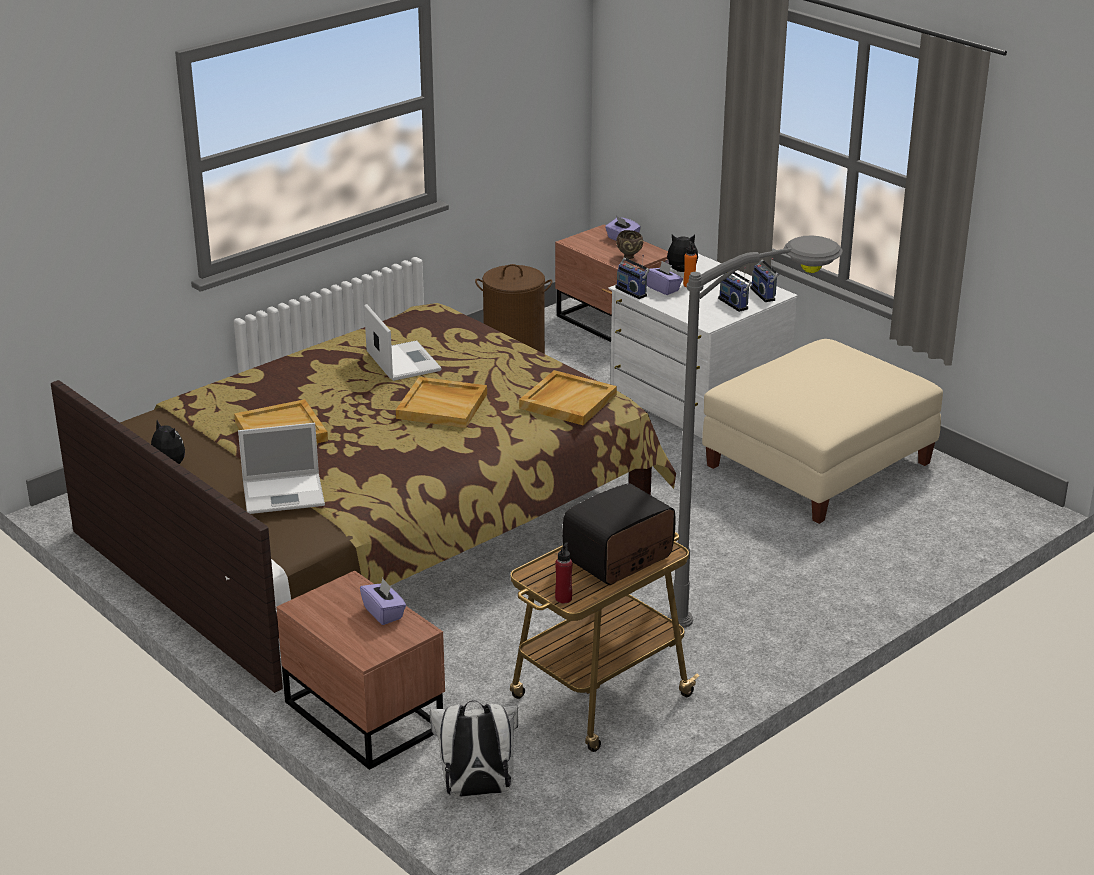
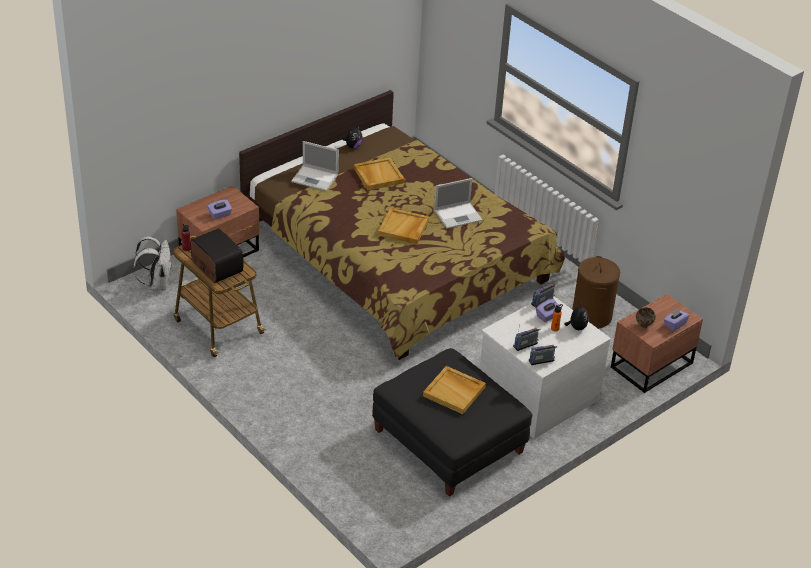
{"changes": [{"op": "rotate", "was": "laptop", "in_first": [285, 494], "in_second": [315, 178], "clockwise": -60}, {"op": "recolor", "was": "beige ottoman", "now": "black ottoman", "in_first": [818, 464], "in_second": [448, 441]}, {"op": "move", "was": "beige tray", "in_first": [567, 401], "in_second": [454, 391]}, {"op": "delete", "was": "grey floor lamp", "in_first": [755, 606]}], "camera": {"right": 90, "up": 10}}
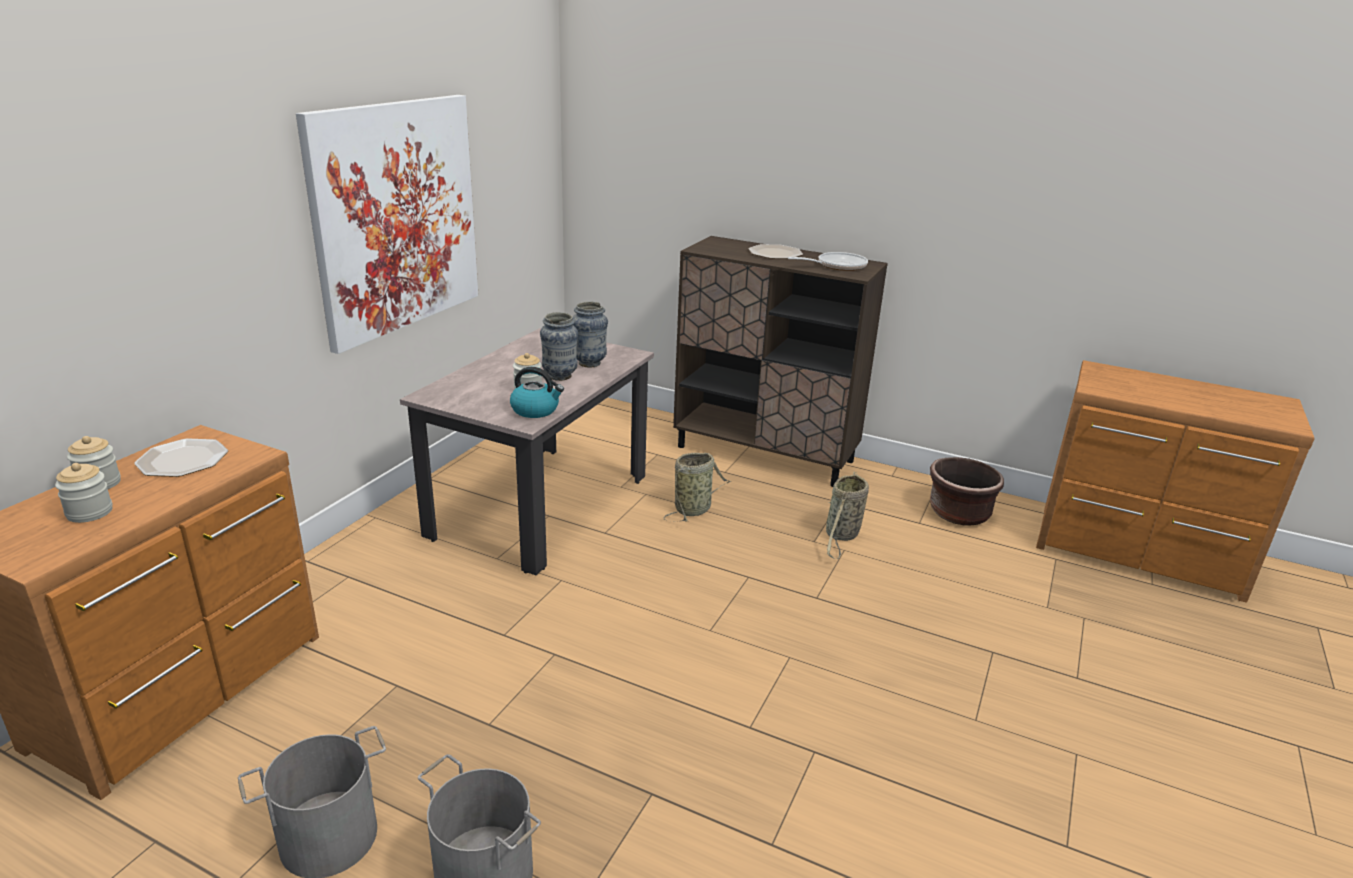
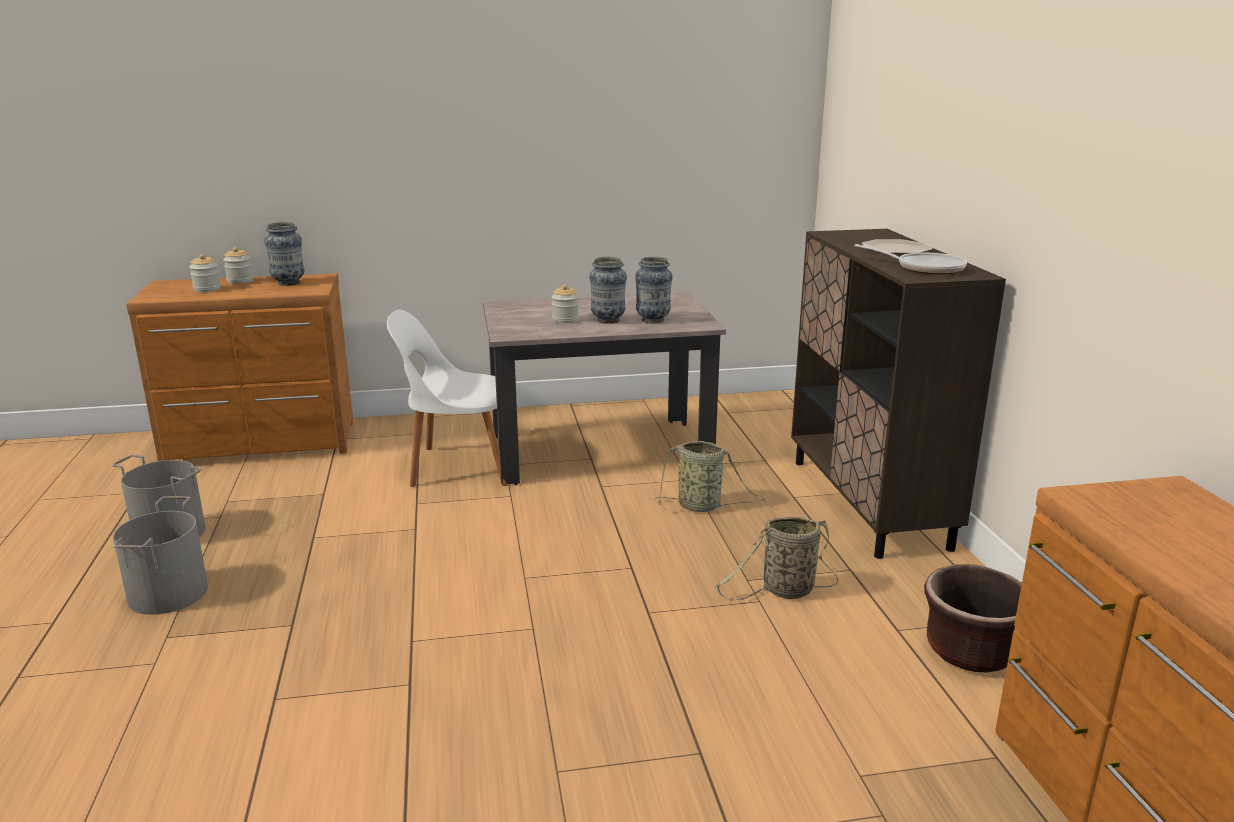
{"changes": [{"op": "replace", "was": "plate", "now": "vase", "in_first": [183, 459], "in_second": [288, 283]}, {"op": "insert", "now": "white chair", "in_second": [459, 466]}, {"op": "delete", "was": "picture", "in_first": [396, 217]}, {"op": "delete", "was": "kettle", "in_first": [536, 410]}], "camera": {"right": 55, "up": -5}}
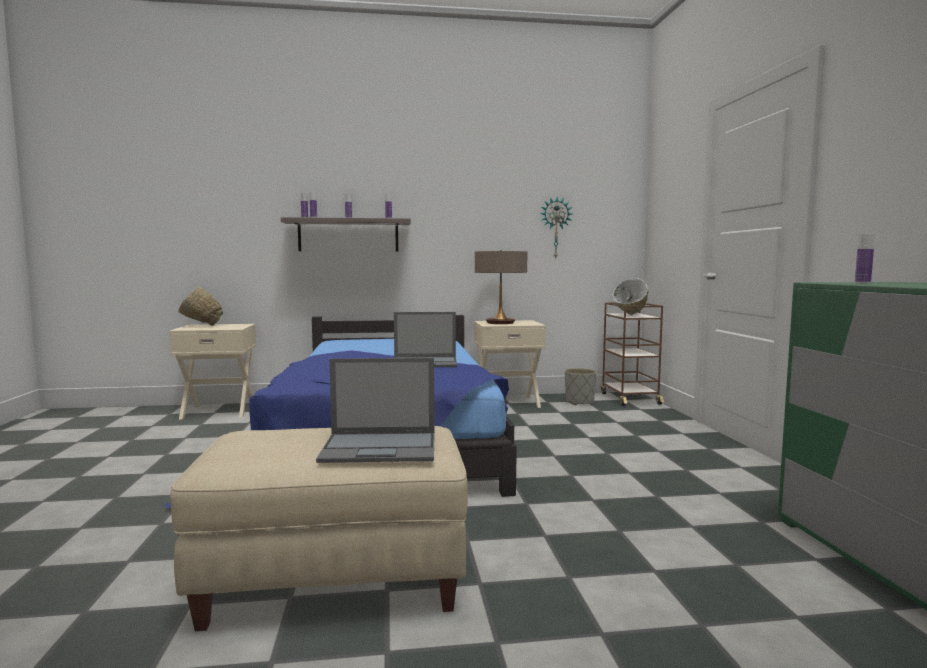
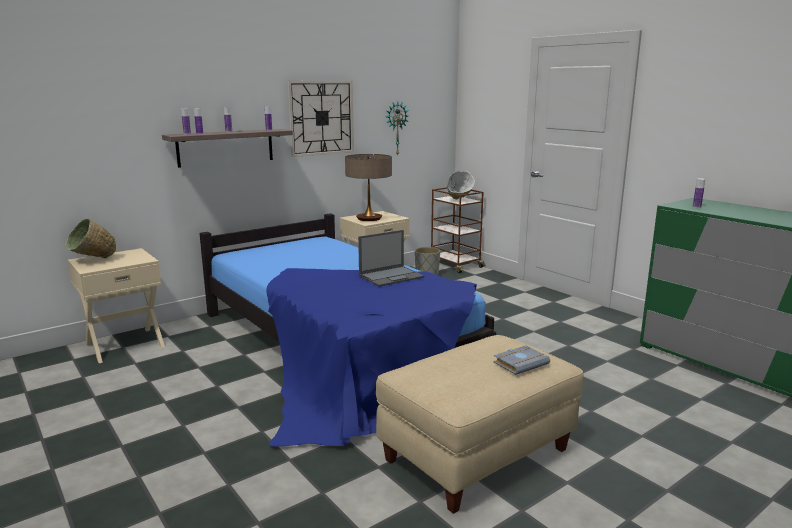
{"changes": [{"op": "insert", "now": "wall clock", "in_second": [321, 118]}, {"op": "replace", "was": "laptop", "now": "grey book", "in_first": [381, 448], "in_second": [520, 363]}], "camera": {"right": -30, "up": 10}}
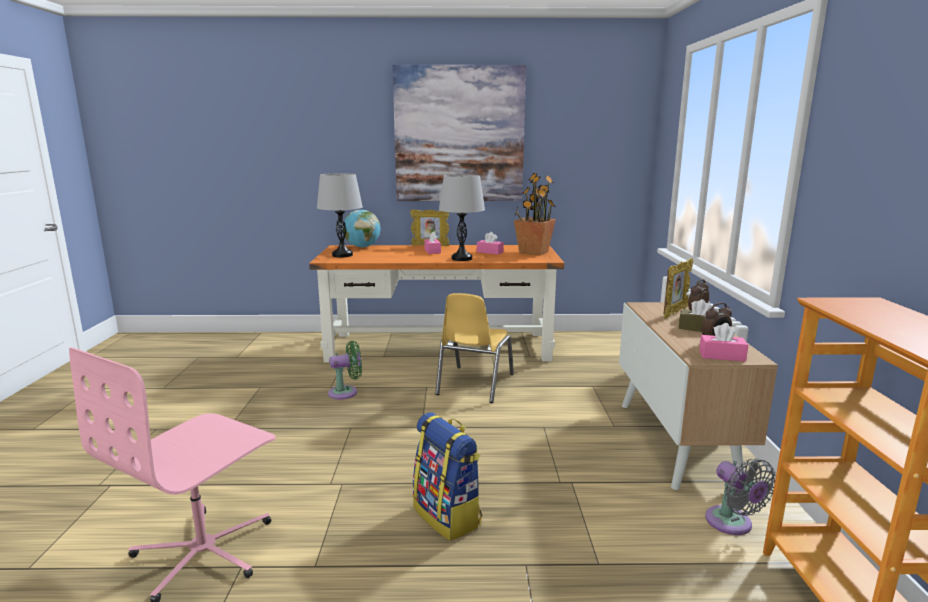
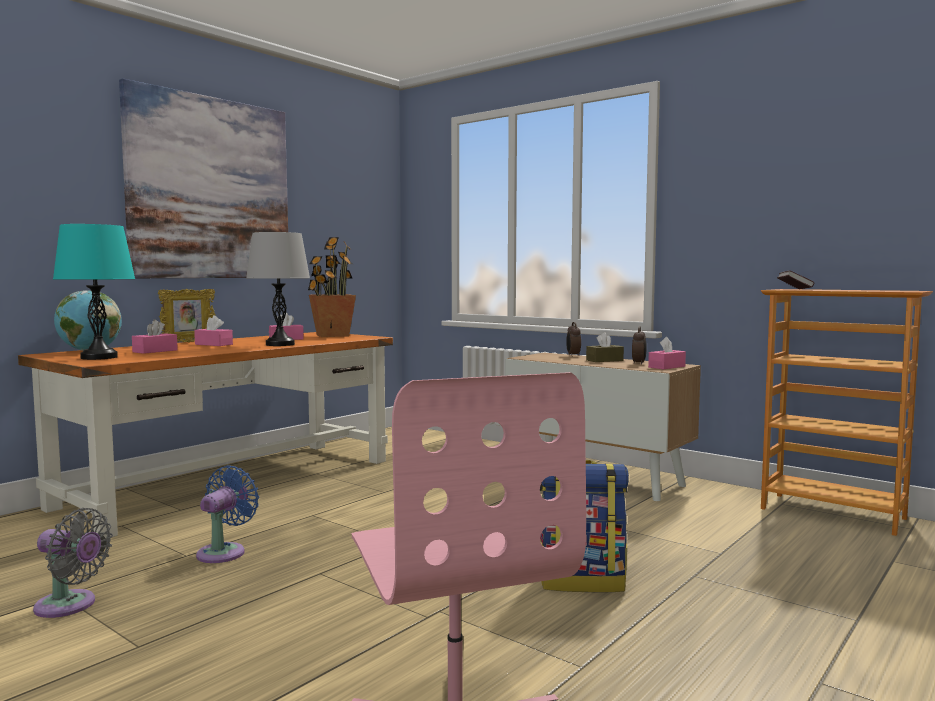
{"changes": [{"op": "move", "was": "grey fan", "in_first": [732, 524], "in_second": [70, 606]}, {"op": "recolor", "was": "grey table lamp", "now": "turquoise table lamp", "in_first": [342, 255], "in_second": [99, 357]}, {"op": "insert", "now": "pink tissue box", "in_second": [155, 351]}, {"op": "recolor", "was": "green fan", "now": "blue fan", "in_first": [346, 392], "in_second": [224, 552]}, {"op": "insert", "now": "book", "in_second": [794, 289]}, {"op": "delete", "was": "yellow chair", "in_first": [474, 384]}, {"op": "delete", "was": "picture frame", "in_first": [675, 313]}], "camera": {"right": -50, "up": -10}}
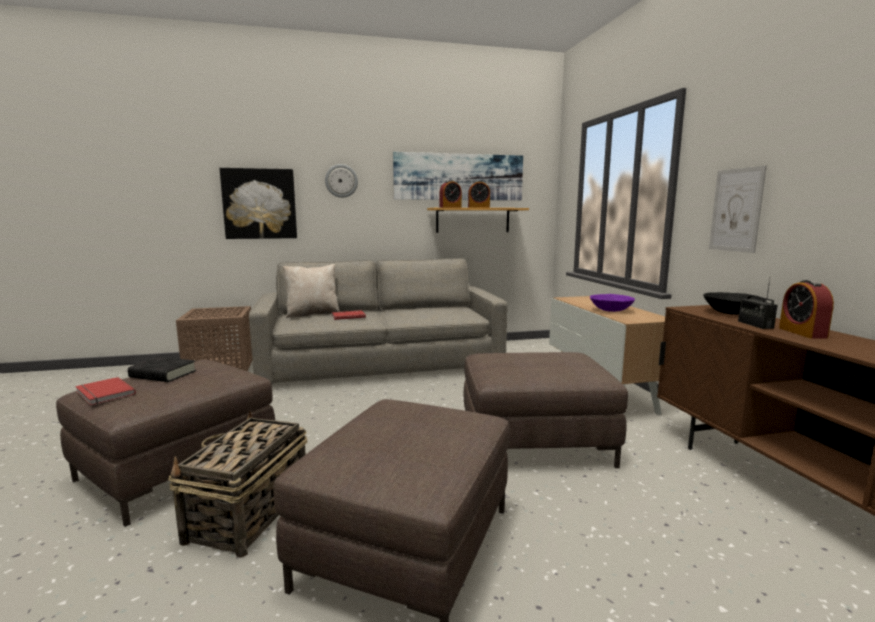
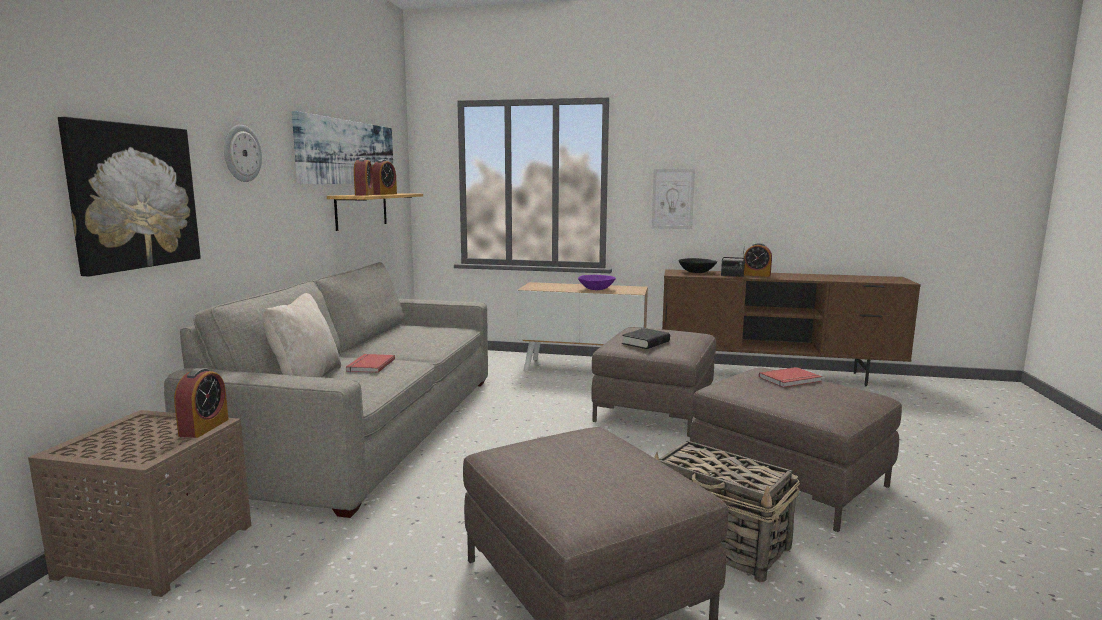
{"changes": [{"op": "insert", "now": "alarm clock", "in_second": [204, 427]}, {"op": "move", "was": "black book", "in_first": [163, 374], "in_second": [645, 343]}, {"op": "move", "was": "red book", "in_first": [103, 393], "in_second": [791, 380]}], "camera": {"right": -65, "up": 0}}
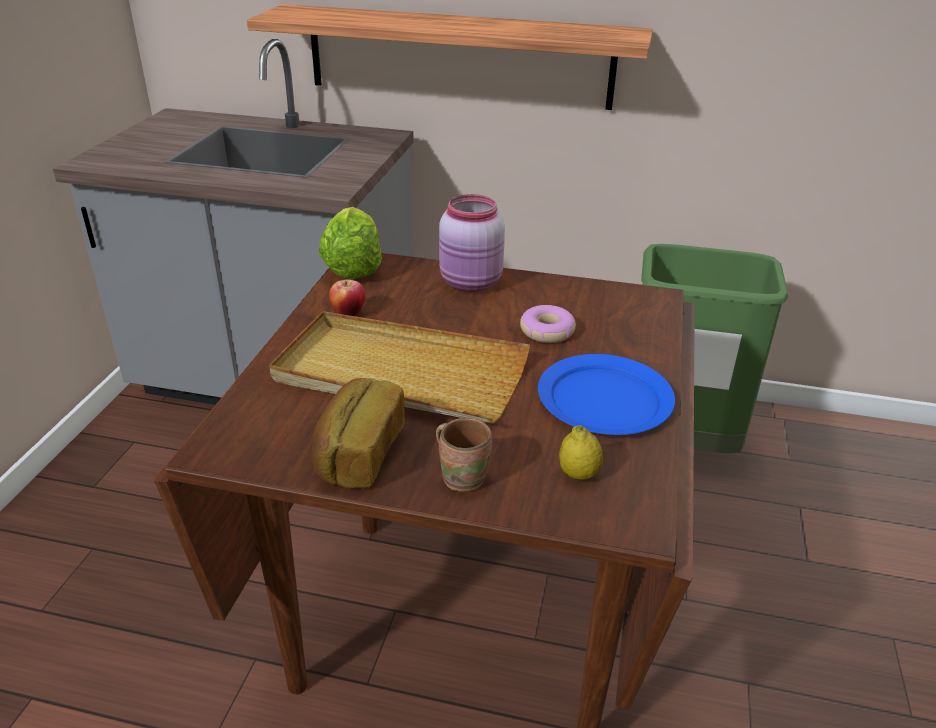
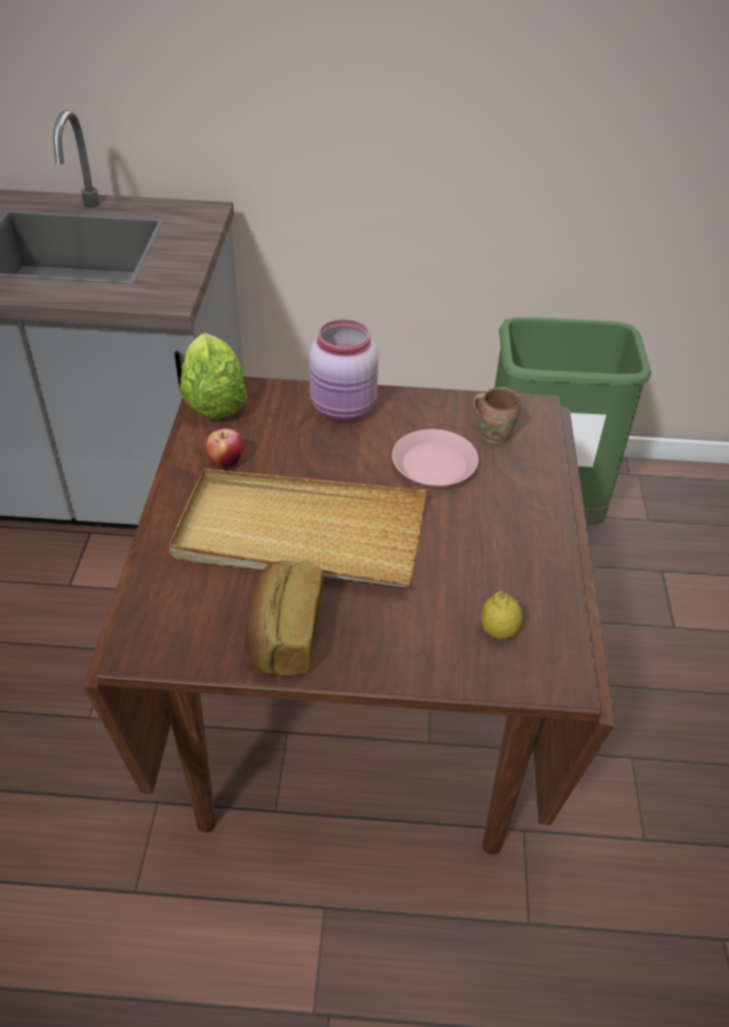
{"changes": [{"op": "replace", "was": "donut", "now": "pink plate", "in_first": [547, 331], "in_second": [434, 464]}, {"op": "move", "was": "brown mug", "in_first": [463, 476], "in_second": [494, 432]}, {"op": "delete", "was": "shelf", "in_first": [459, 57]}, {"op": "delete", "was": "blue plate", "in_first": [604, 400]}], "camera": {"right": -10, "up": 10}}
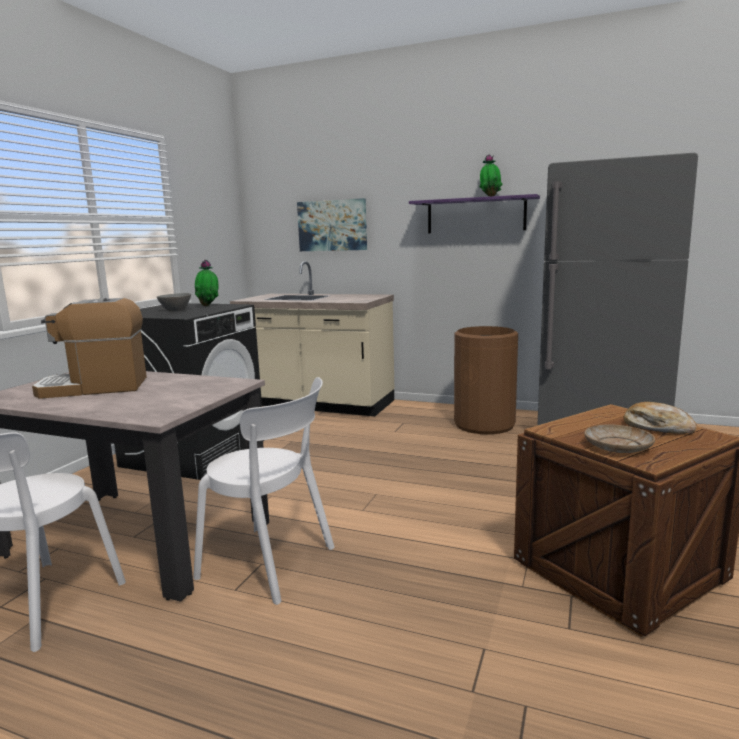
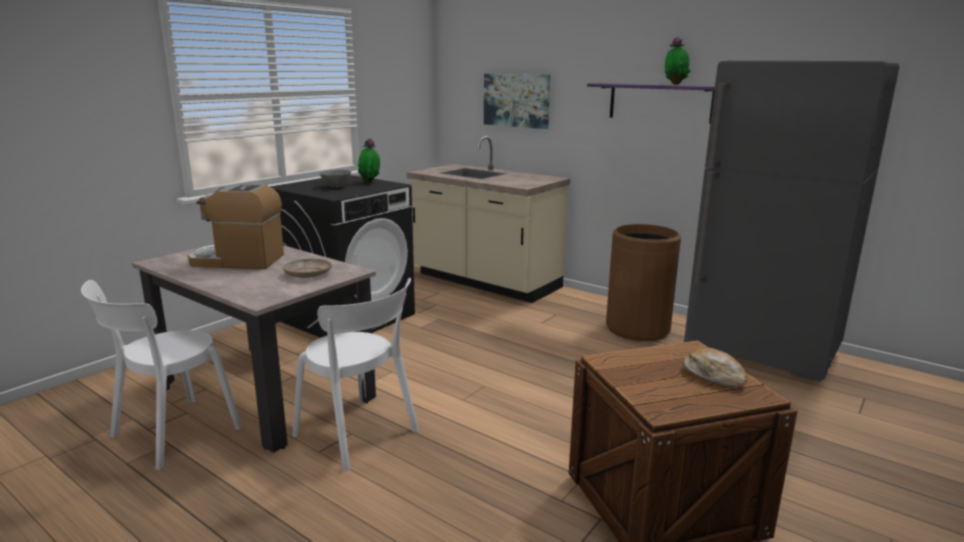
{"changes": [{"op": "move", "was": "beige plate", "in_first": [617, 446], "in_second": [307, 274]}], "camera": {"right": 15, "up": 5}}
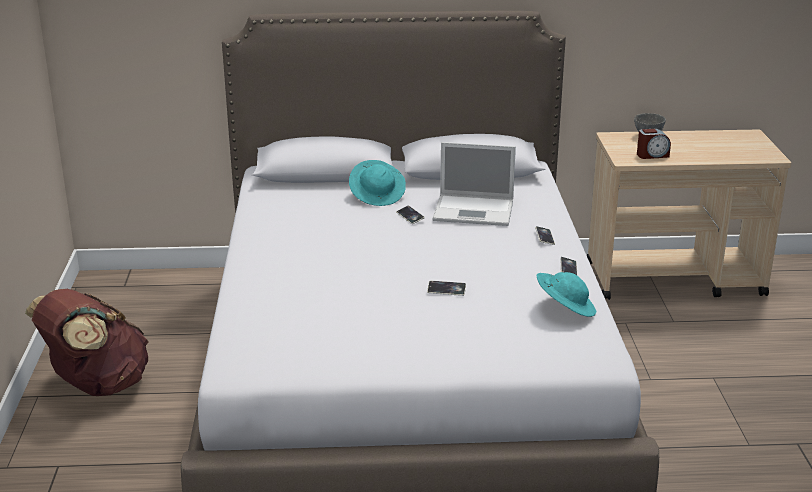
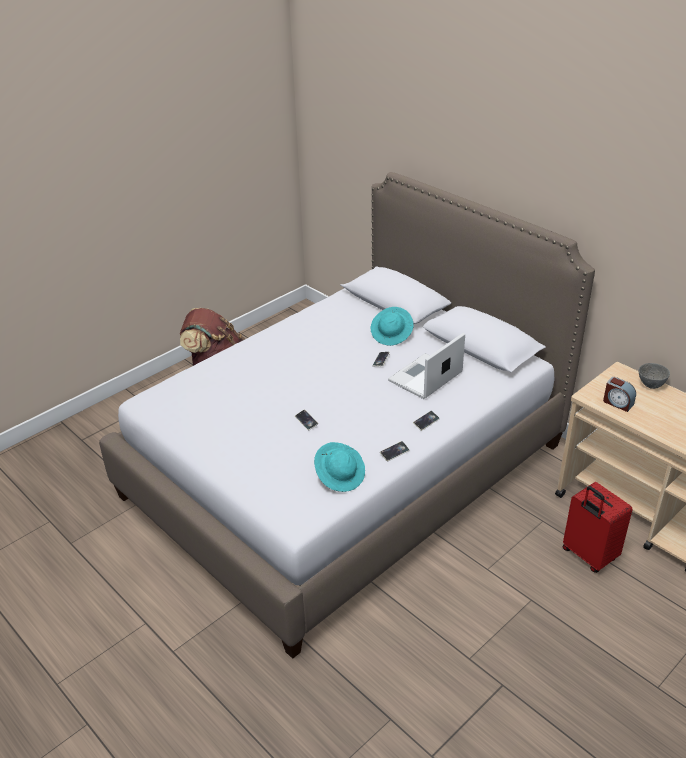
{"changes": [{"op": "rotate", "was": "laptop", "in_first": [475, 211], "in_second": [424, 378], "clockwise": 75}, {"op": "insert", "now": "red suitcase", "in_second": [588, 555]}], "camera": {"right": 50, "up": 10}}
